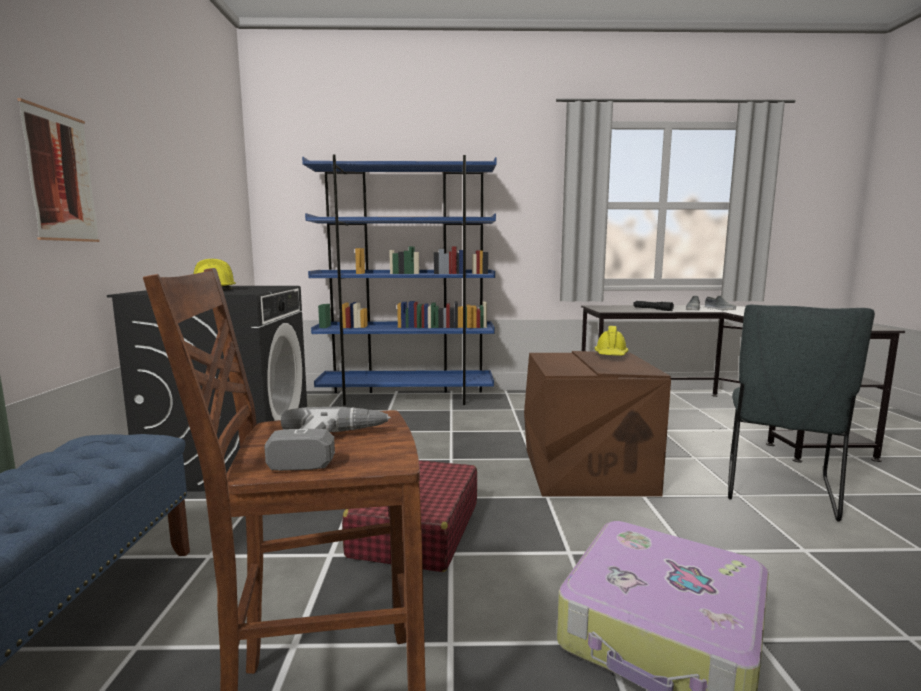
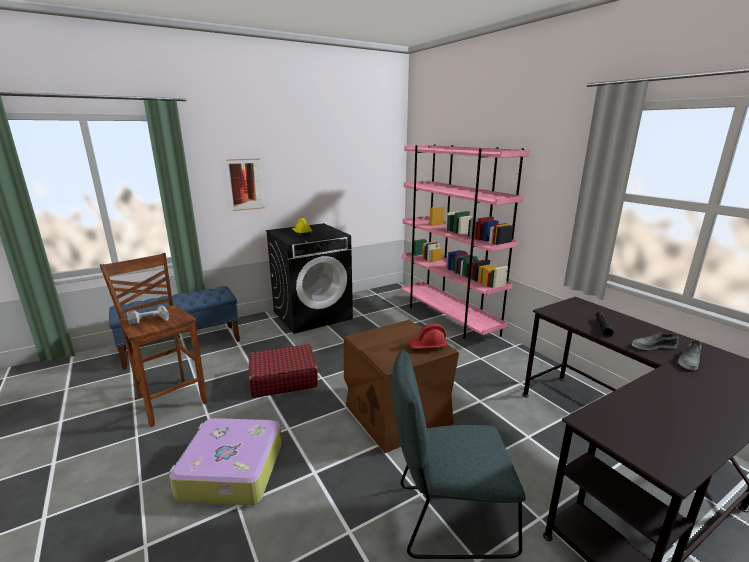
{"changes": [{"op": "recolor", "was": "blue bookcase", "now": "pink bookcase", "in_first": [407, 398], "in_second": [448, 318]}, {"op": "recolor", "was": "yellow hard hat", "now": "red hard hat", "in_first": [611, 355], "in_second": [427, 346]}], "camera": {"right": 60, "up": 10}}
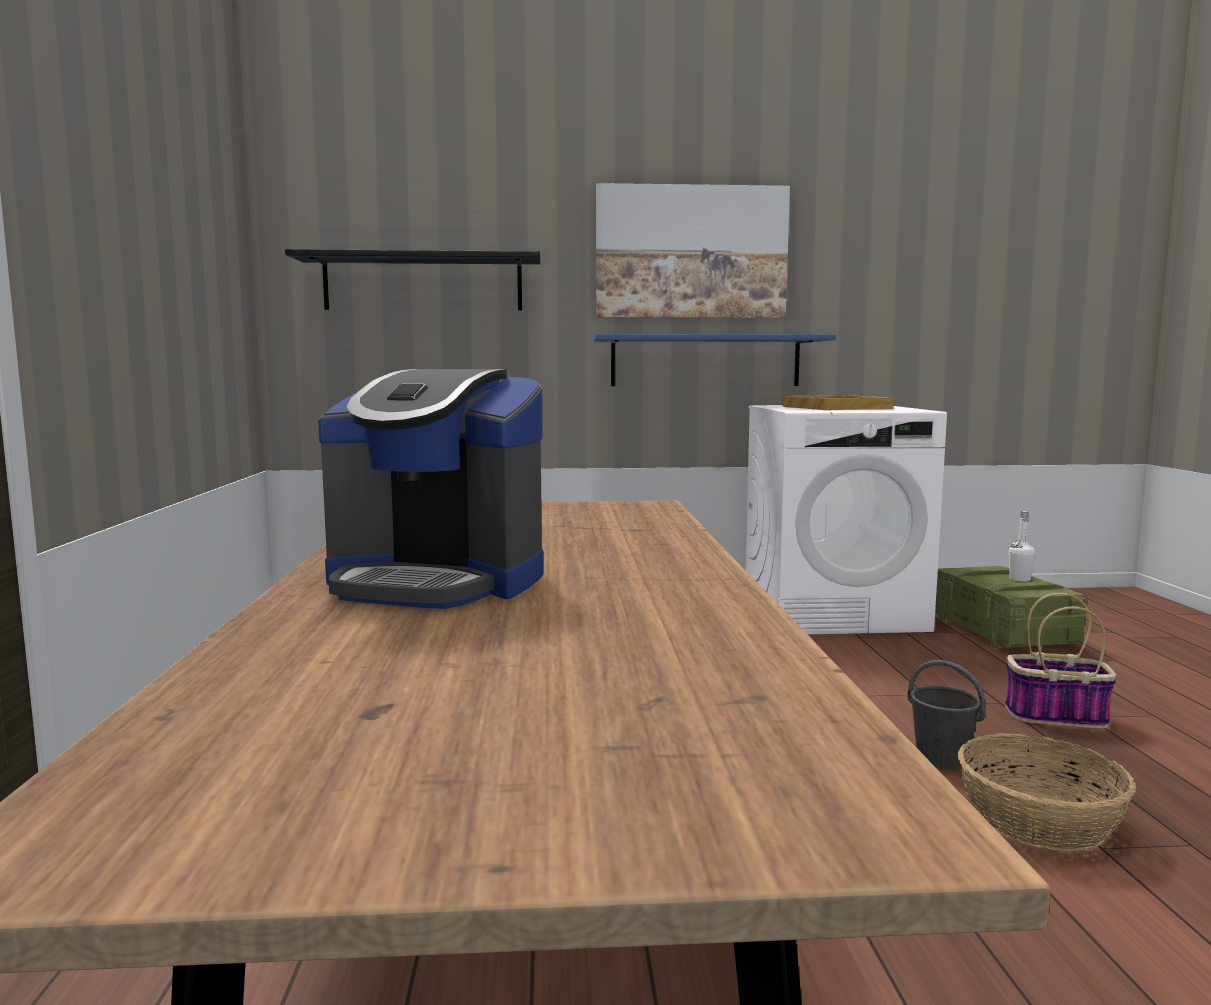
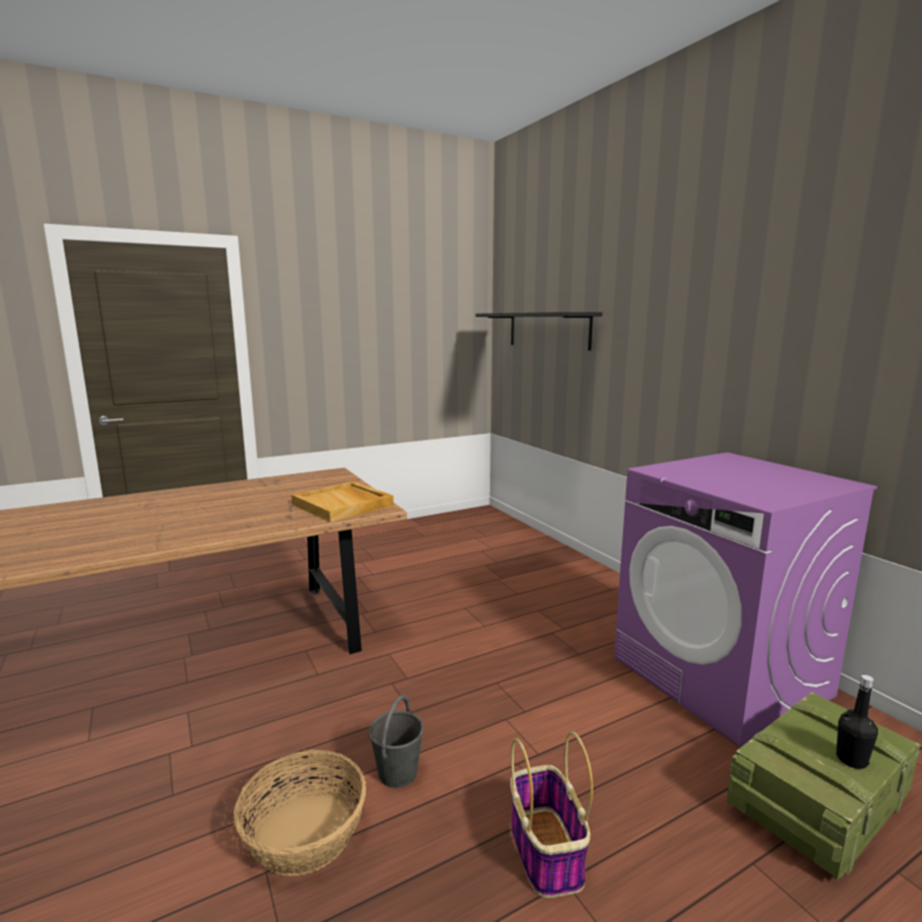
{"changes": [{"op": "move", "was": "beige tray", "in_first": [836, 407], "in_second": [343, 504]}, {"op": "recolor", "was": "white washing machine", "now": "purple washing machine", "in_first": [833, 613], "in_second": [720, 676]}, {"op": "recolor", "was": "white bottle", "now": "black bottle", "in_first": [1019, 579], "in_second": [851, 759]}, {"op": "delete", "was": "coffee machine", "in_first": [437, 582]}, {"op": "delete", "was": "blue shelf", "in_first": [705, 361]}, {"op": "delete", "was": "picture", "in_first": [691, 252]}], "camera": {"right": 65, "up": 5}}
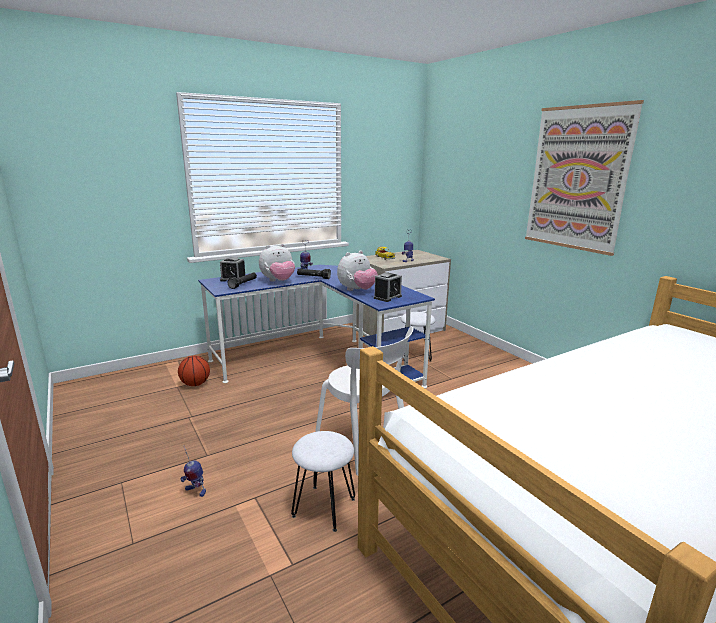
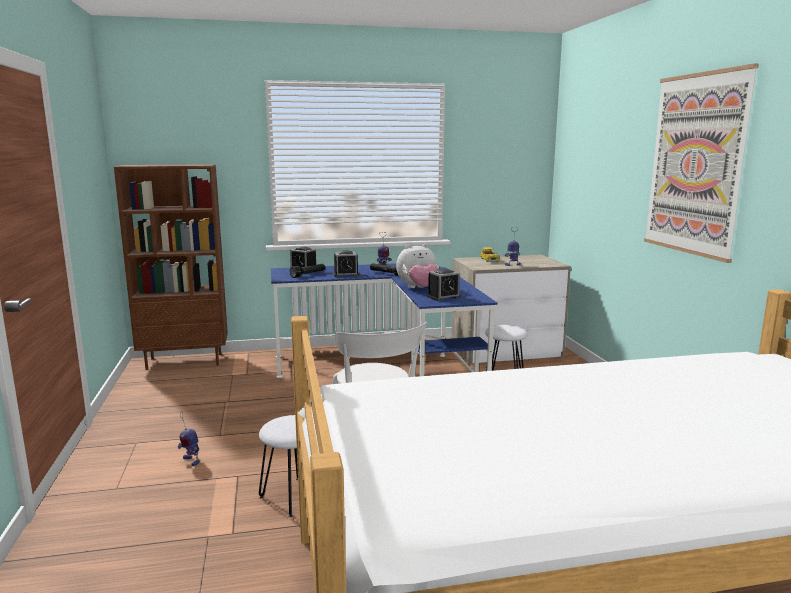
{"changes": [{"op": "insert", "now": "brown bookcase", "in_second": [185, 361]}, {"op": "replace", "was": "plush toy", "now": "alarm clock", "in_first": [278, 281], "in_second": [346, 274]}, {"op": "delete", "was": "basketball", "in_first": [195, 384]}], "camera": {"right": 20, "up": -5}}
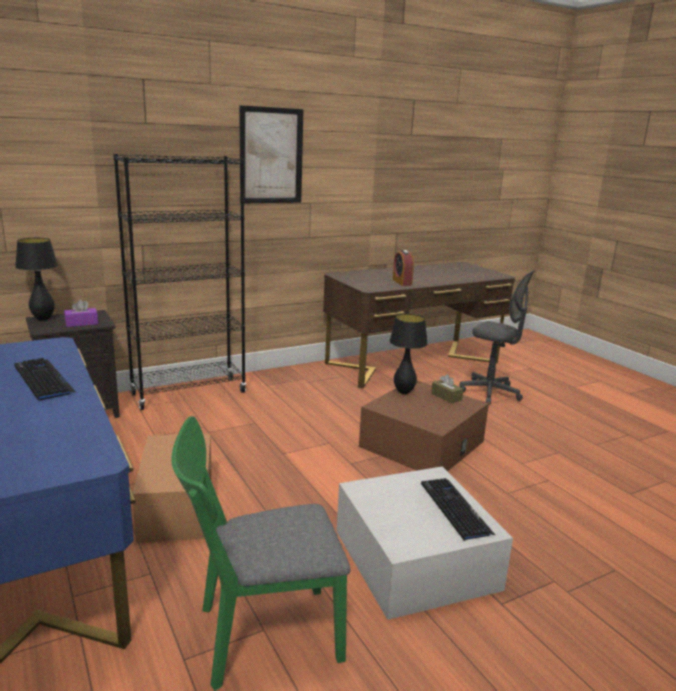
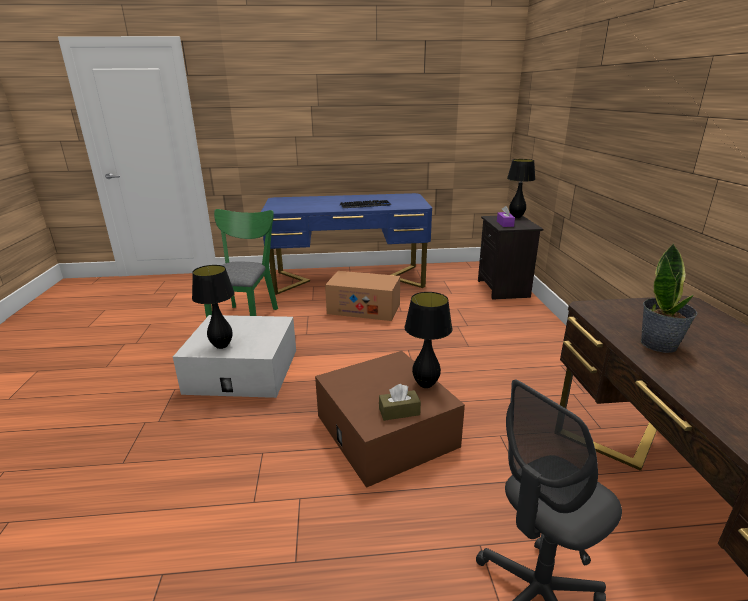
{"changes": [{"op": "replace", "was": "keyboard", "now": "black table lamp", "in_first": [455, 509], "in_second": [221, 346]}, {"op": "replace", "was": "alarm clock", "now": "potted plant", "in_first": [402, 282], "in_second": [659, 344]}, {"op": "delete", "was": "black bookcase", "in_first": [189, 393]}, {"op": "delete", "was": "picture", "in_first": [271, 156]}], "camera": {"right": 115, "up": 5}}
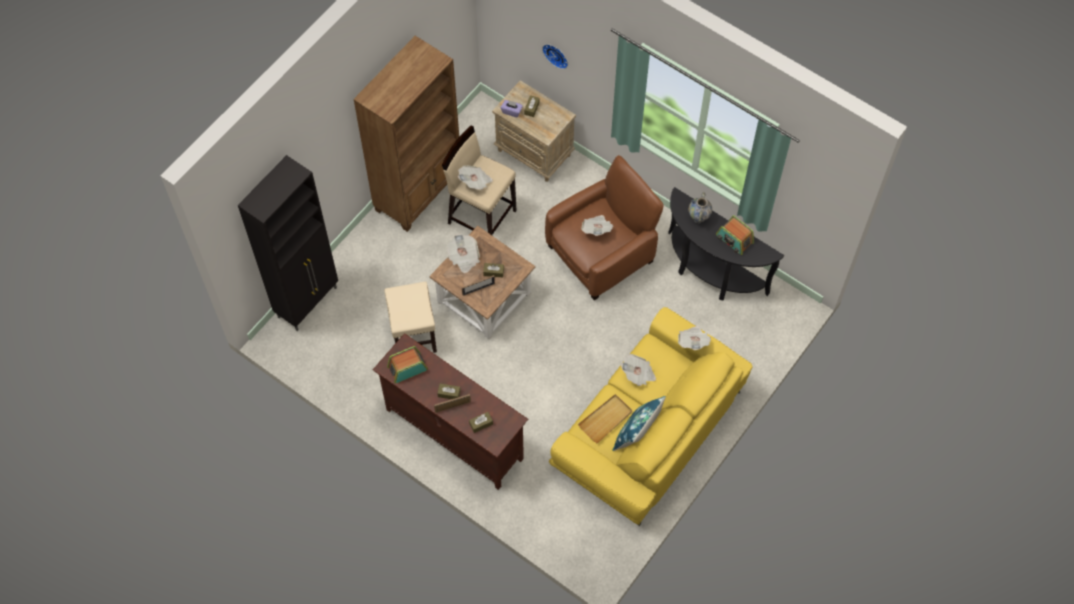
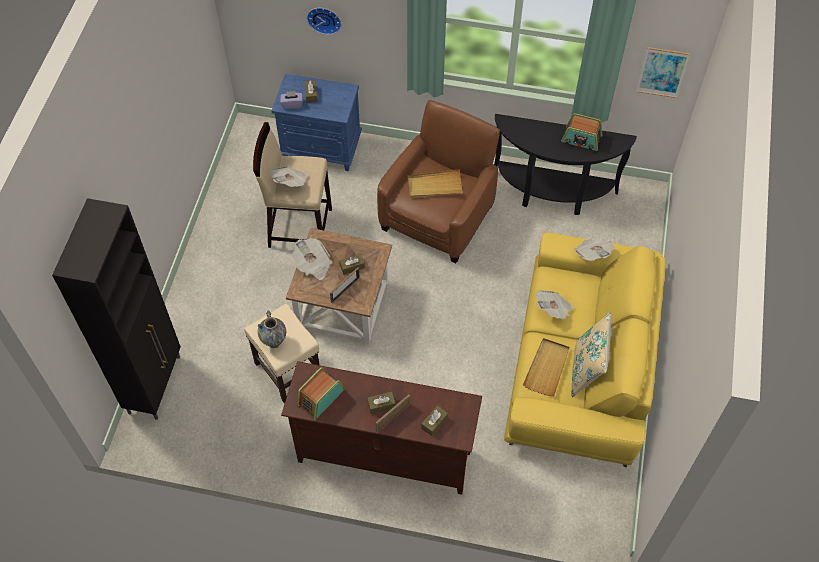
{"changes": [{"op": "move", "was": "vase", "in_first": [698, 218], "in_second": [274, 342]}, {"op": "recolor", "was": "beige nightstand", "now": "blue nightstand", "in_first": [535, 152], "in_second": [322, 149]}, {"op": "replace", "was": "newspaper", "now": "beige tray", "in_first": [596, 229], "in_second": [435, 186]}, {"op": "recolor", "was": "blue pillow", "now": "beige pillow", "in_first": [637, 434], "in_second": [586, 369]}, {"op": "insert", "now": "picture", "in_second": [662, 72]}, {"op": "delete", "was": "brown bookcase", "in_first": [419, 191]}], "camera": {"right": -25, "up": -5}}
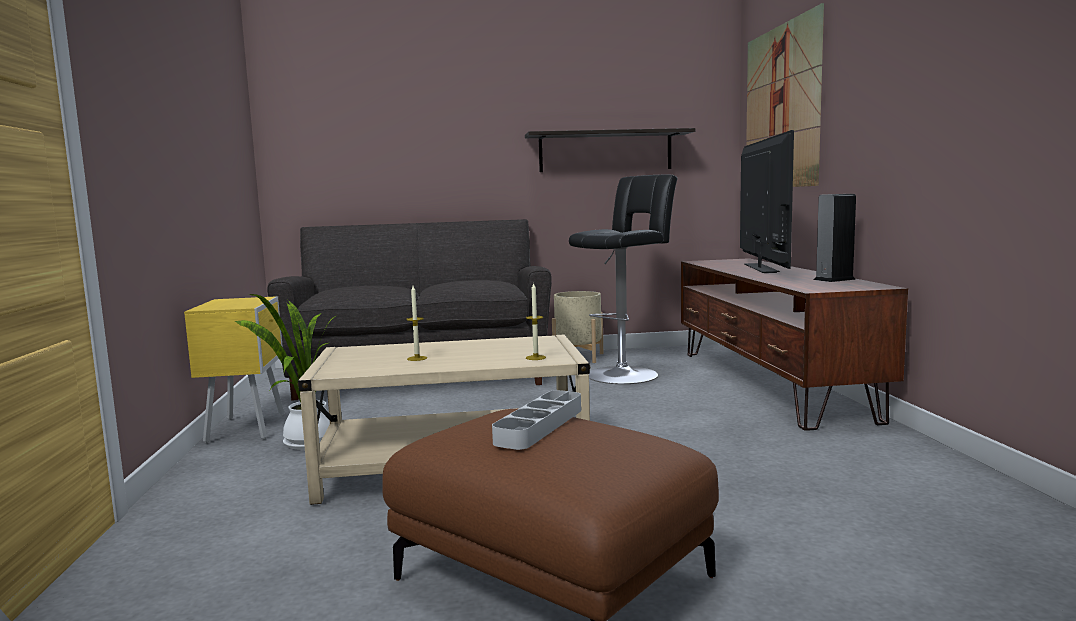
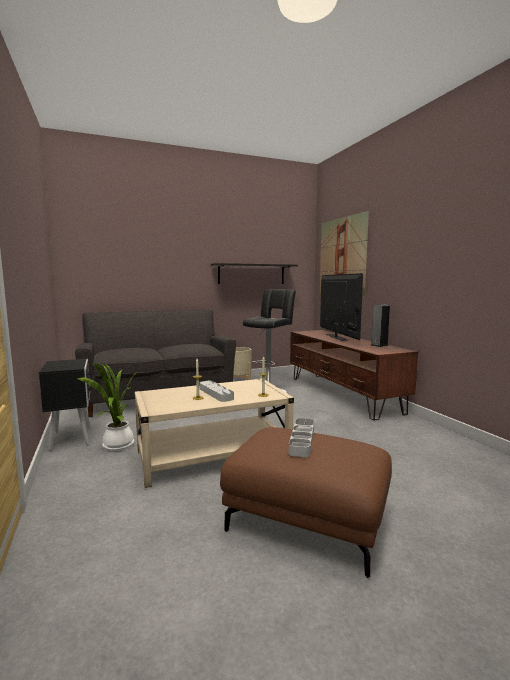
{"changes": [{"op": "recolor", "was": "yellow nightstand", "now": "black nightstand", "in_first": [248, 428], "in_second": [72, 438]}, {"op": "insert", "now": "grey tray", "in_second": [216, 393]}], "camera": {"right": -15, "up": 0}}
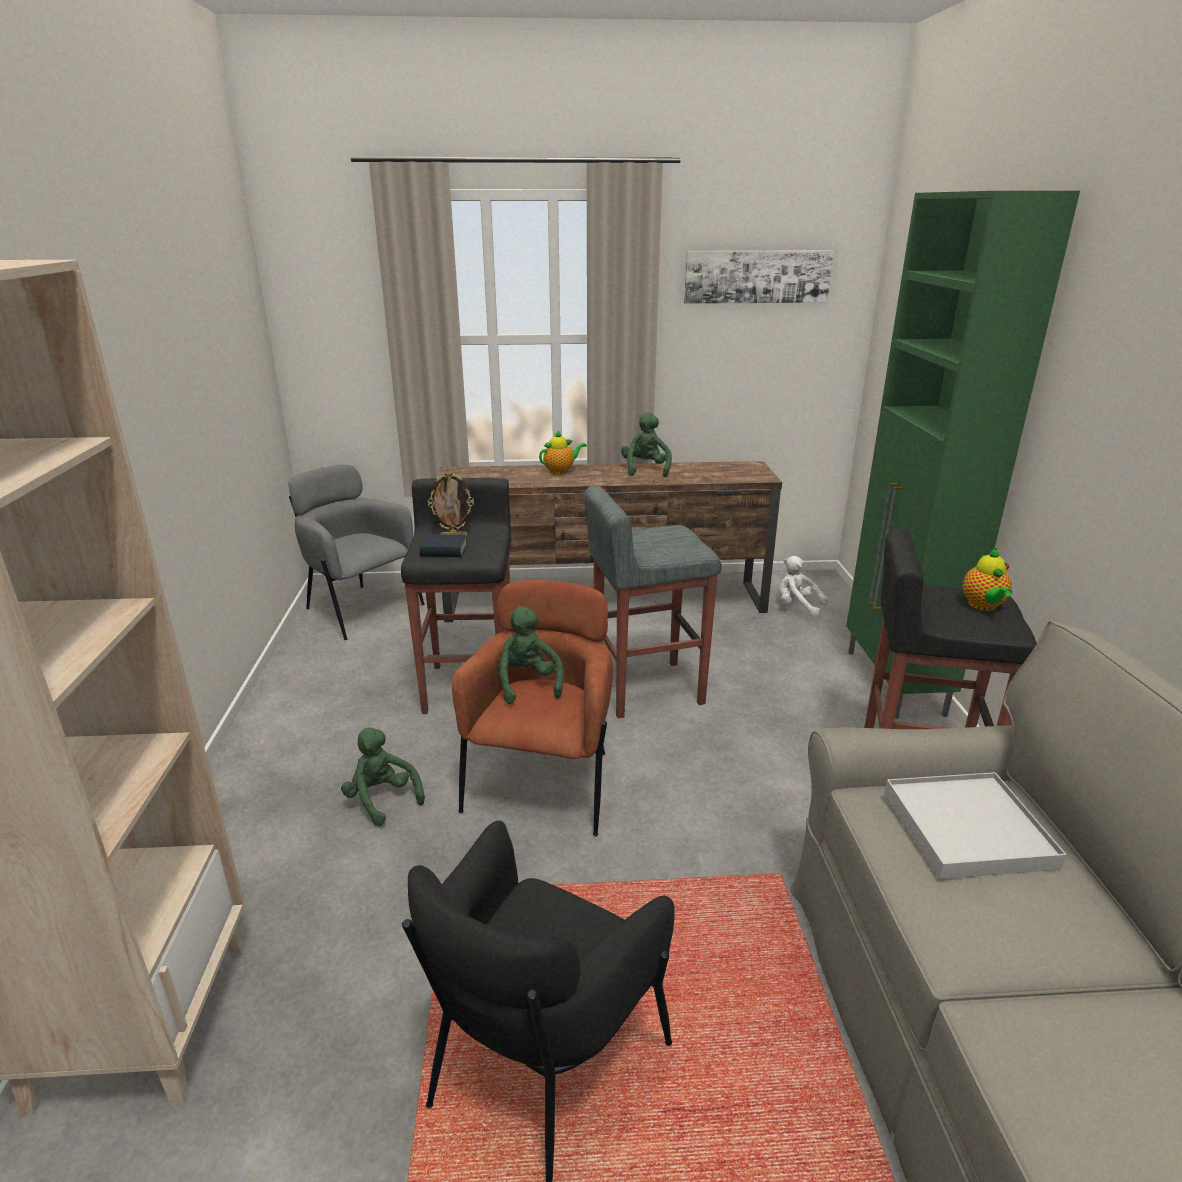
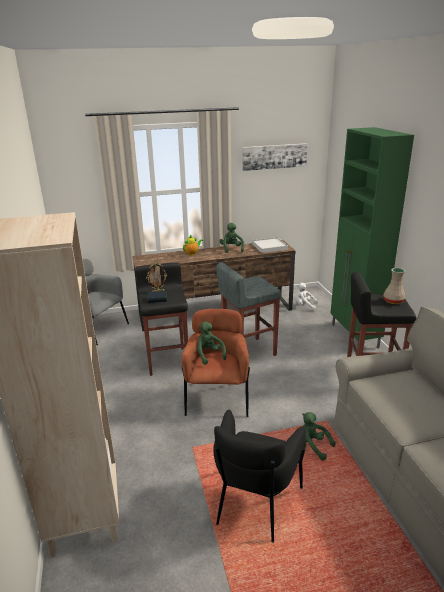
{"changes": [{"op": "move", "was": "white tray", "in_first": [967, 829], "in_second": [269, 246]}, {"op": "move", "was": "green plush toy", "in_first": [382, 799], "in_second": [312, 447]}, {"op": "replace", "was": "teapot", "now": "beige vase", "in_first": [983, 606], "in_second": [392, 301]}], "camera": {"right": -10, "up": 0}}
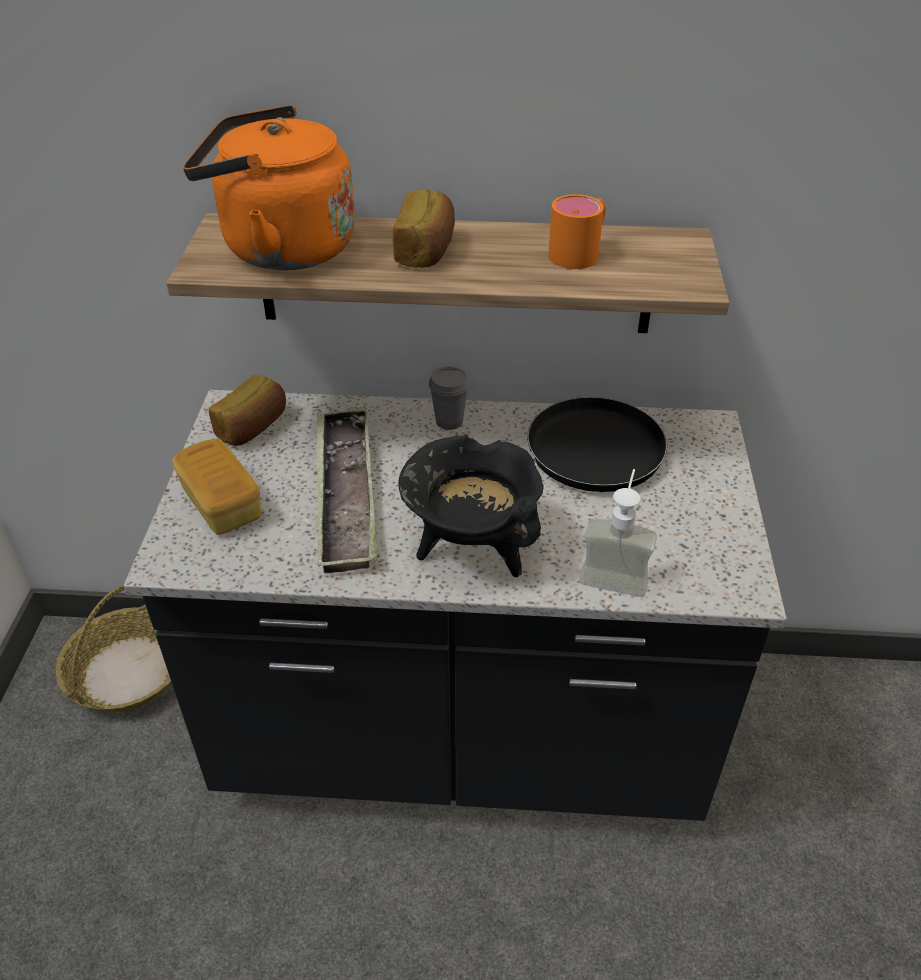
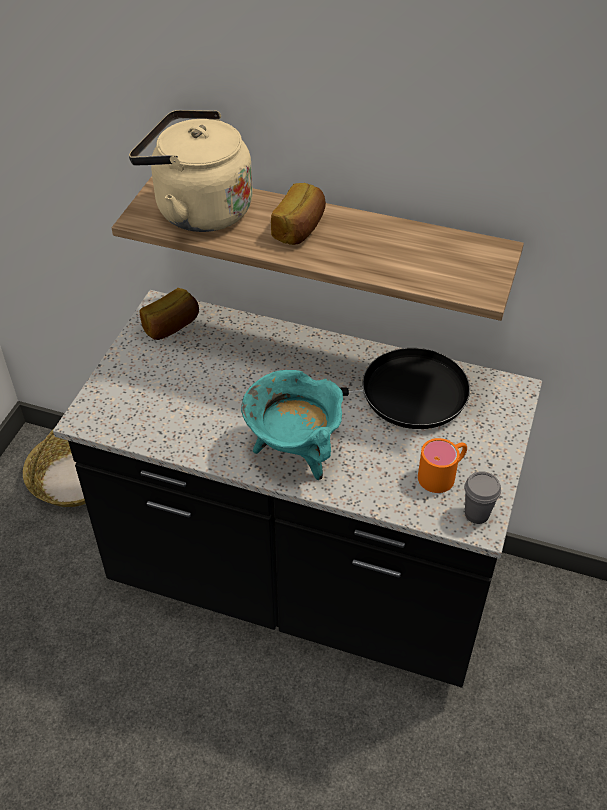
{"changes": [{"op": "recolor", "was": "orange kettle", "now": "beige kettle", "in_first": [280, 248], "in_second": [197, 210]}, {"op": "recolor", "was": "black cooking pot", "now": "turquoise cooking pot", "in_first": [472, 548], "in_second": [294, 452]}, {"op": "move", "was": "orange mug", "in_first": [580, 252], "in_second": [443, 474]}, {"op": "move", "was": "grey cup", "in_first": [449, 421], "in_second": [476, 514]}, {"op": "delete", "was": "bread", "in_first": [221, 504]}, {"op": "delete", "was": "tray", "in_first": [345, 495]}, {"op": "delete", "was": "soap dispenser", "in_first": [615, 572]}], "camera": {"right": 15, "up": 5}}
